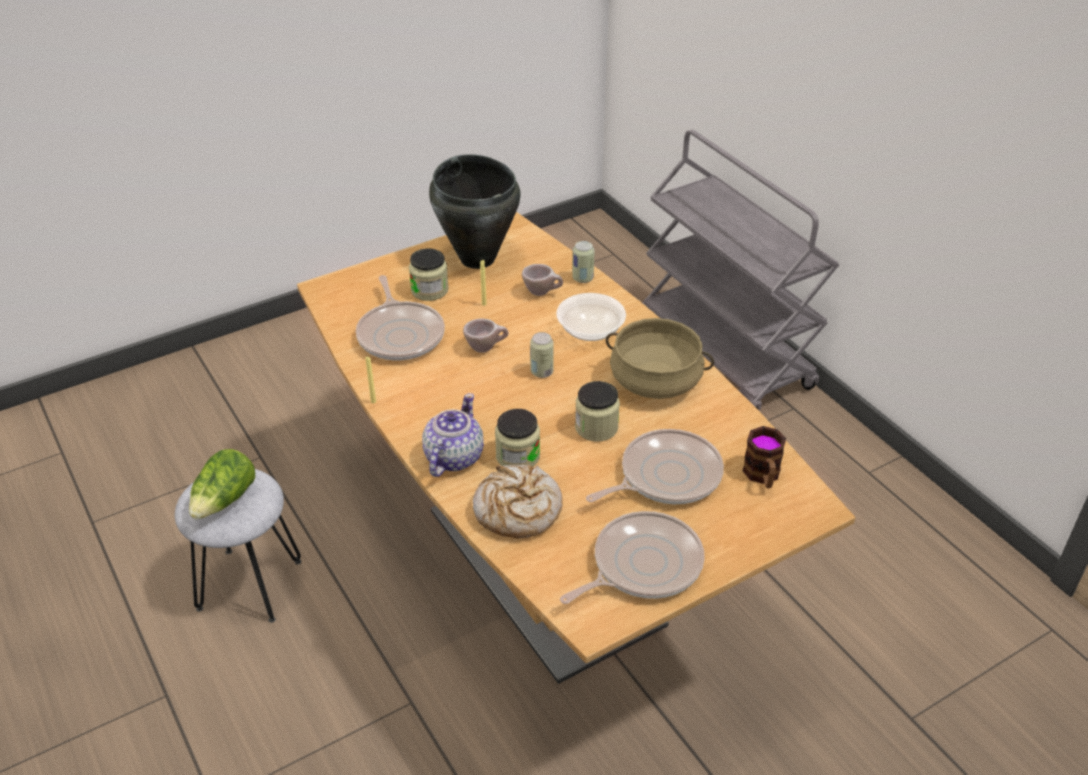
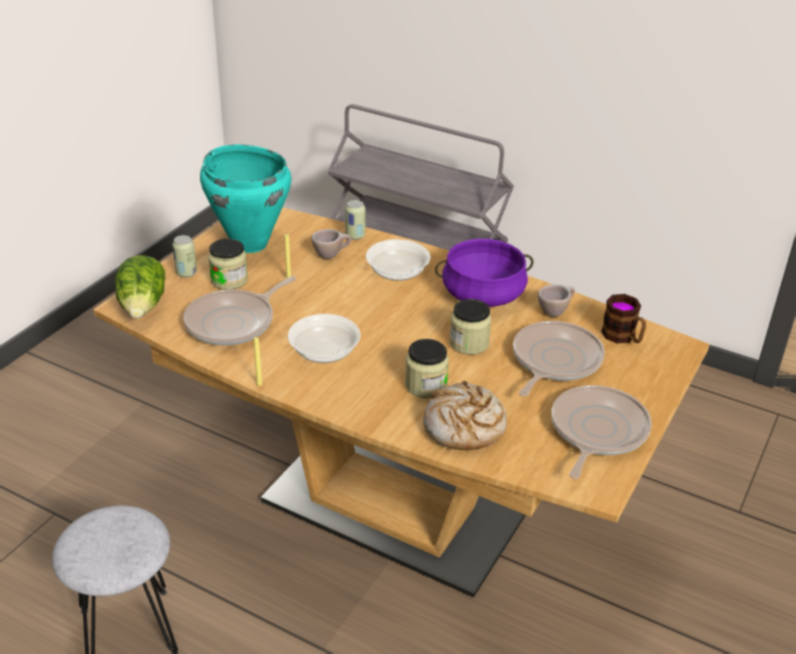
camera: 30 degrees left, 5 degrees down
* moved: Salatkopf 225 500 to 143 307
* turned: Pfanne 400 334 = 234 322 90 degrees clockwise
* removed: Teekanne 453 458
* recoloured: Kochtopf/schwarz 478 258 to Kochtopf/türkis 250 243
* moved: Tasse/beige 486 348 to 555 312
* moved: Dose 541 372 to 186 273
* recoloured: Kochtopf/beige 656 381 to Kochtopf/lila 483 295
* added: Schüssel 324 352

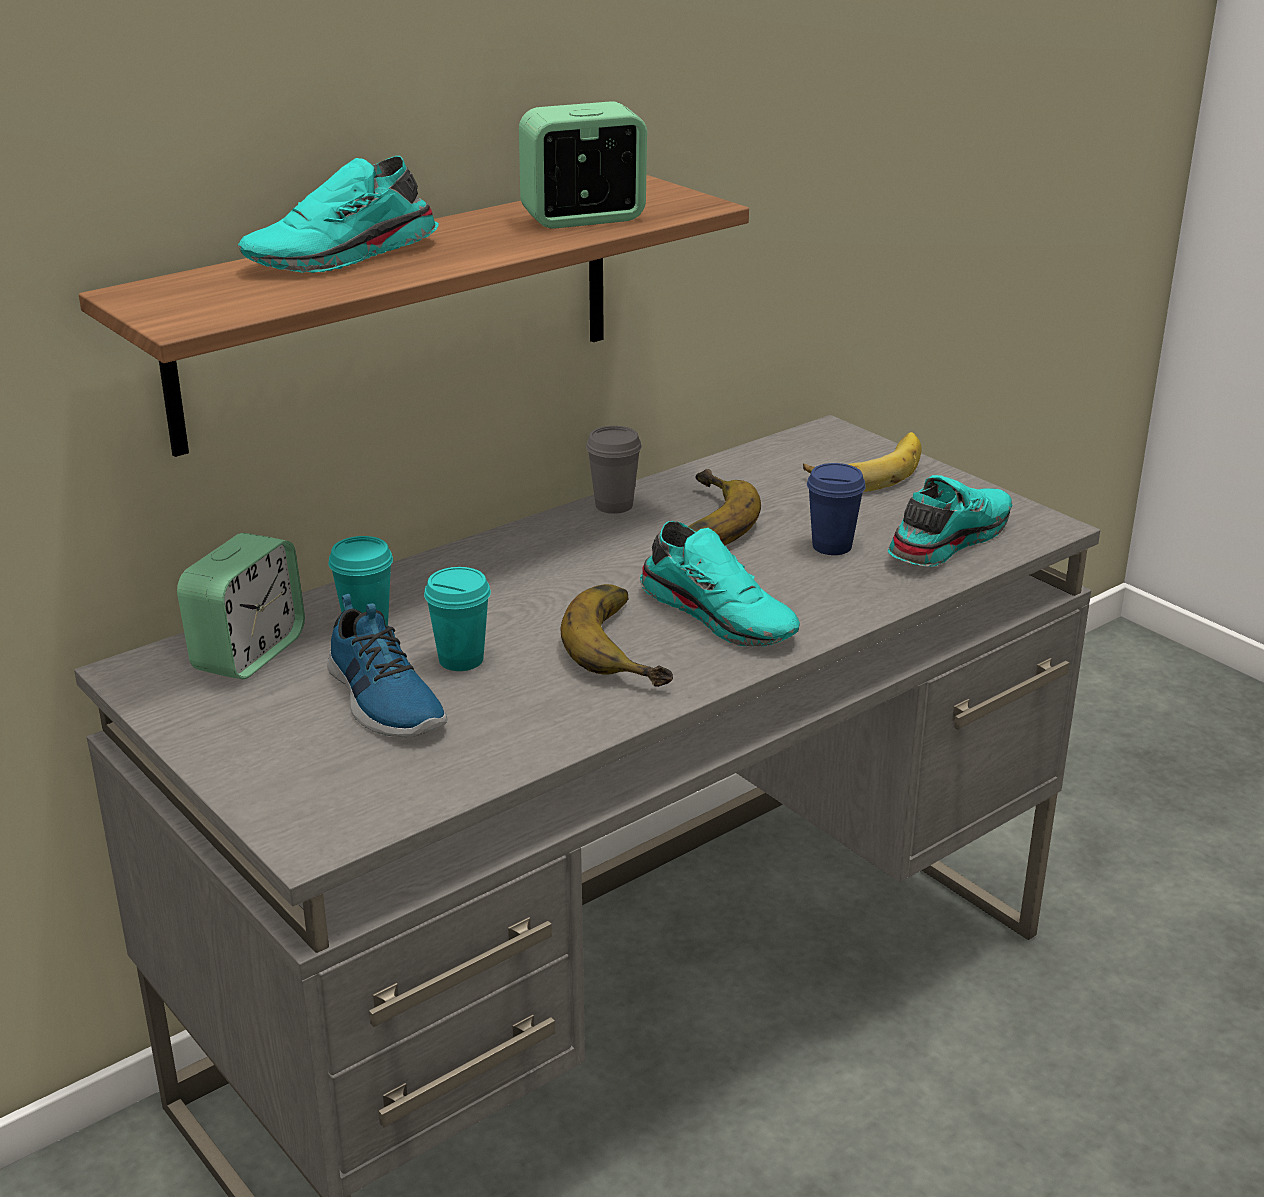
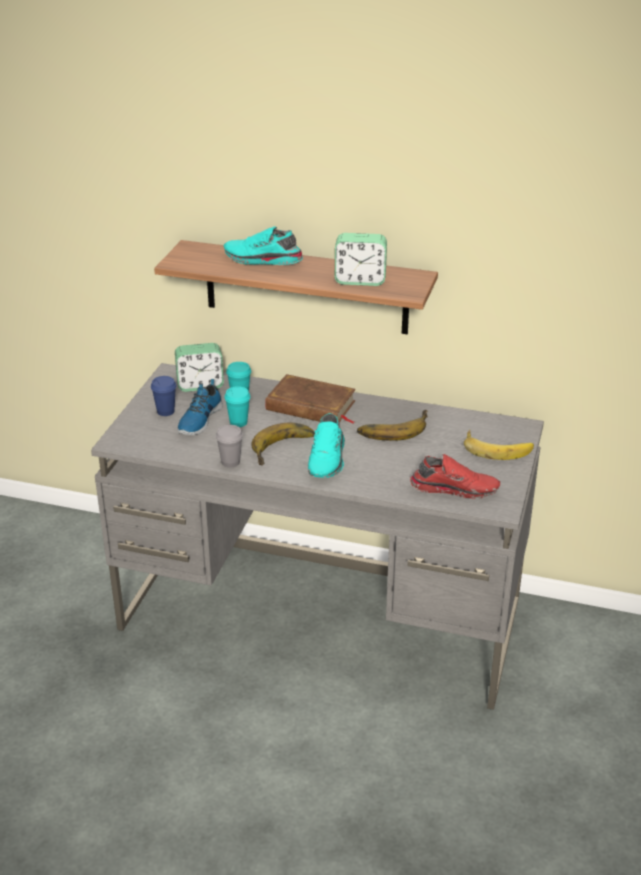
camera: 55 degrees right, 5 degrees up
* turned: Wecker 584 219 = 360 280 150 degrees clockwise
* moved: Tasse/grau 614 505 to 230 462
* moved: Tasse/blau 832 546 to 165 411
* recoloured: Schuh/türkis 946 540 to Schuh/rot 454 488
* added: Buch/braun 311 406

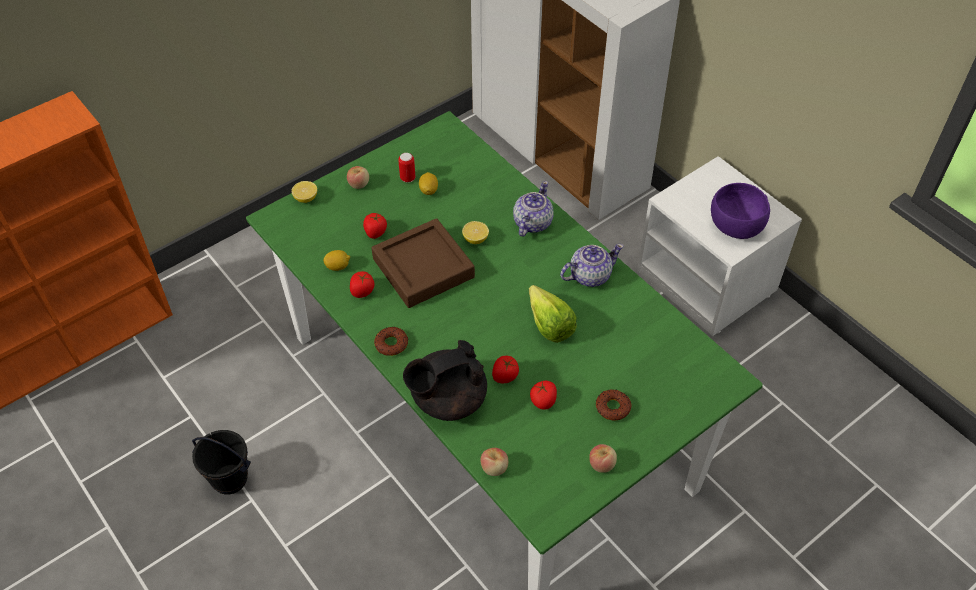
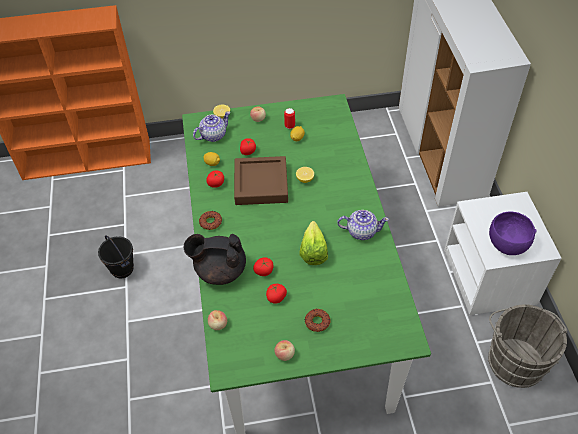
camera: 30 degrees right, 0 degrees up
* moved: Teekanne 532 223 to 213 135
* added: Eimer/grau 515 359

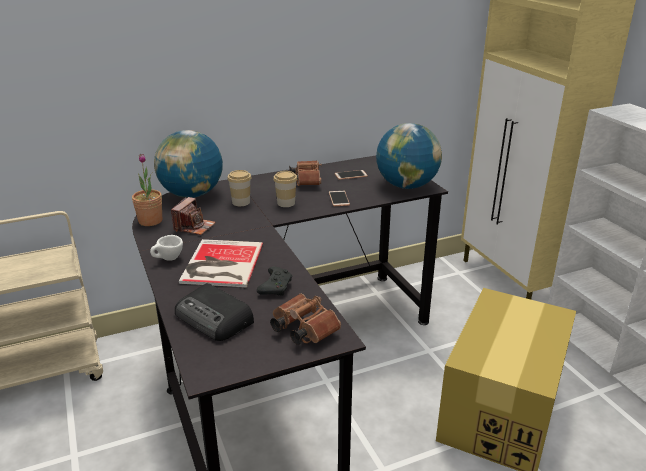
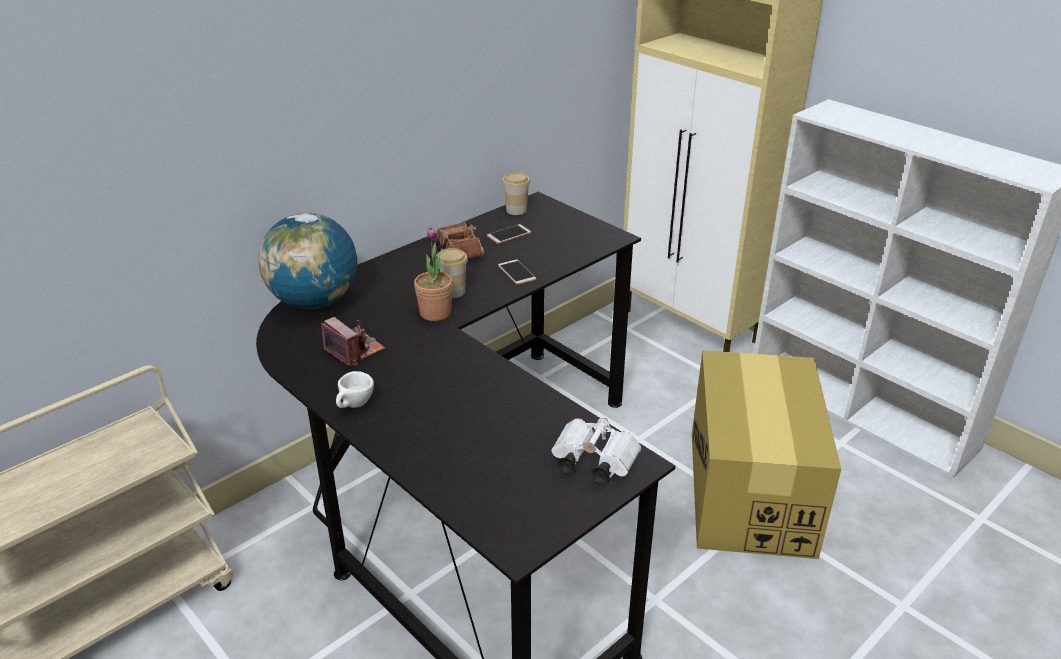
camera: 20 degrees left, 5 degrees up
* moved: Topfpflanze 150 221 to 435 313
* turned: Kamera 194 227 = 355 350 45 degrees counterclockwise
* removed: Radio 215 318
* removed: Buch 220 264
* moved: Tasse 241 202 to 516 210
* removed: Gamepad/schwarz 275 287
* recoloured: Fernglas/braun 302 329 to Fernglas/weiß 591 462
* removed: Globus 406 186

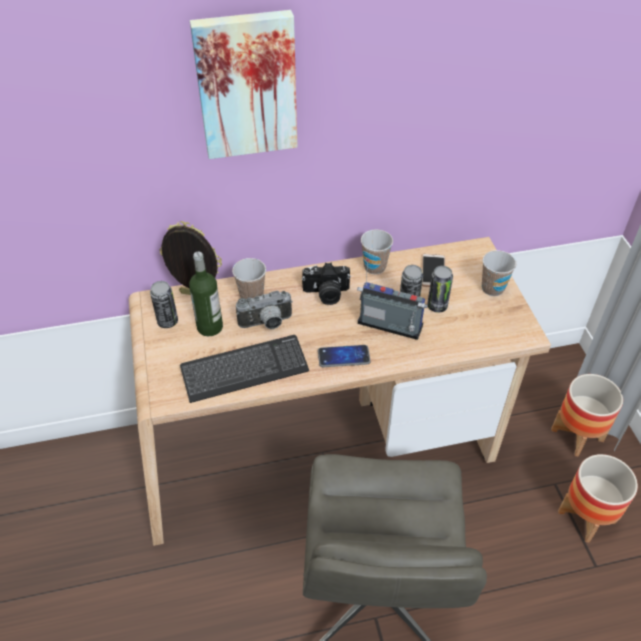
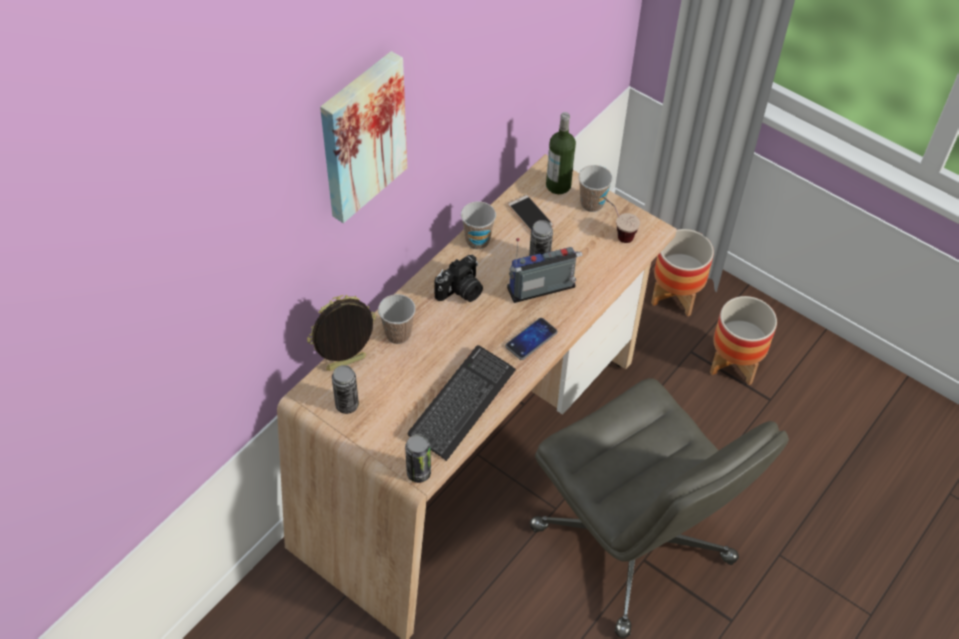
camera: 40 degrees left, 5 degrees up
* moved: Flasche 210 327 to 558 185
* removed: Kamera 266 324
* moved: Dose 437 306 to 418 473
* added: Tasse 617 233

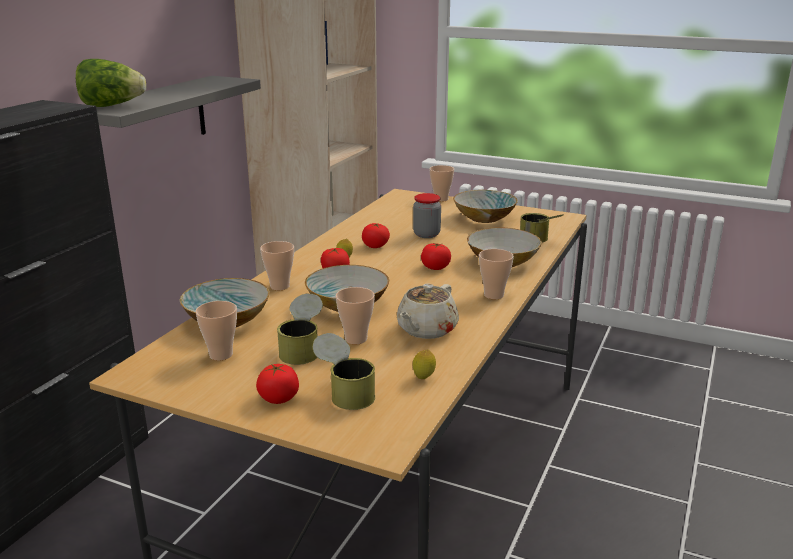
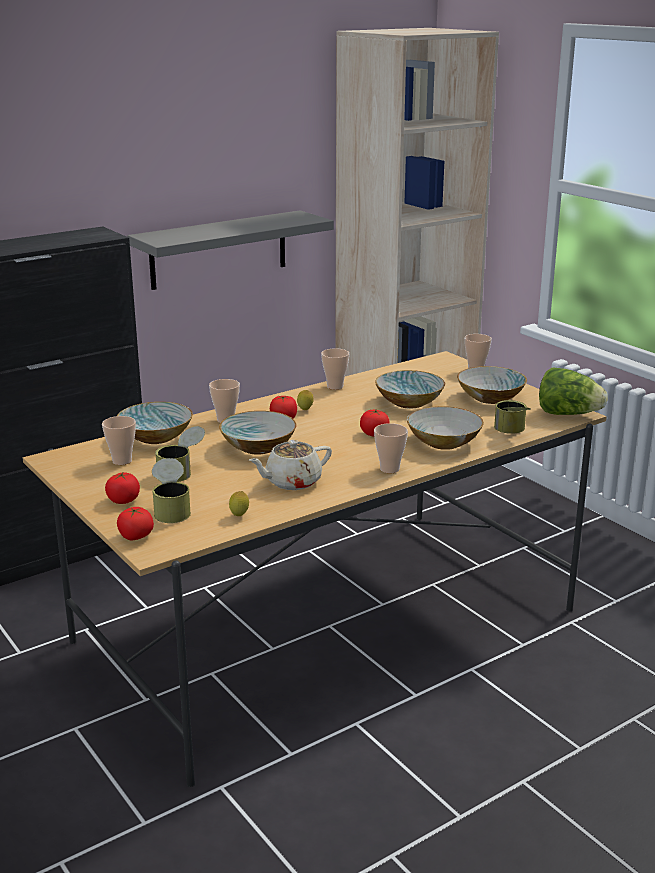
camera: 30 degrees right, 0 degrees up
* moved: Salatkopf 112 106 to 568 414
* moved: Tasse 356 339 to 335 387
* moved: Tomate 375 246 to 136 536
* replaced: Vorratsglas 426 234 to Schüssel 410 402

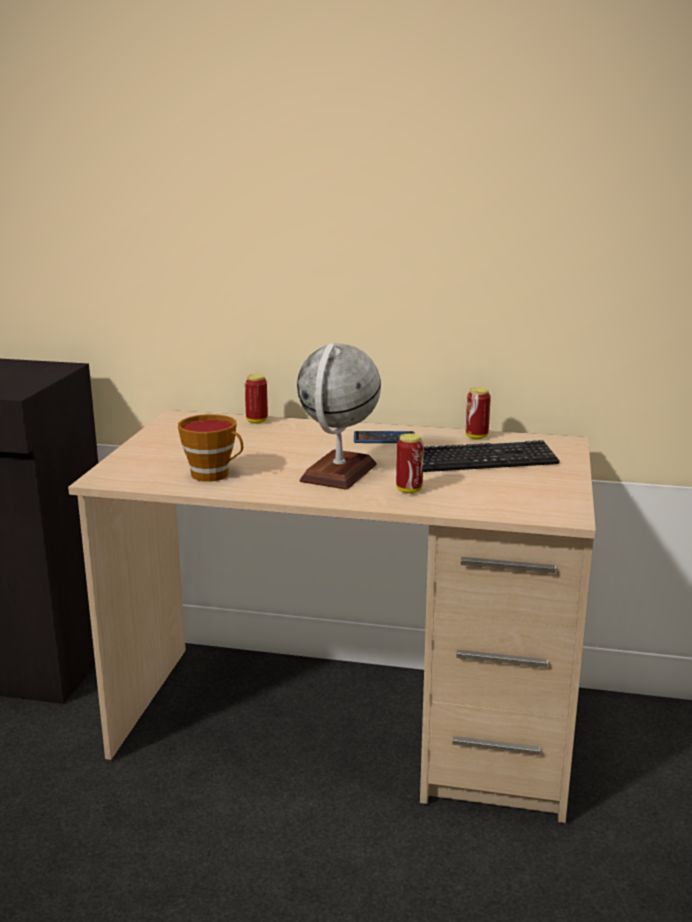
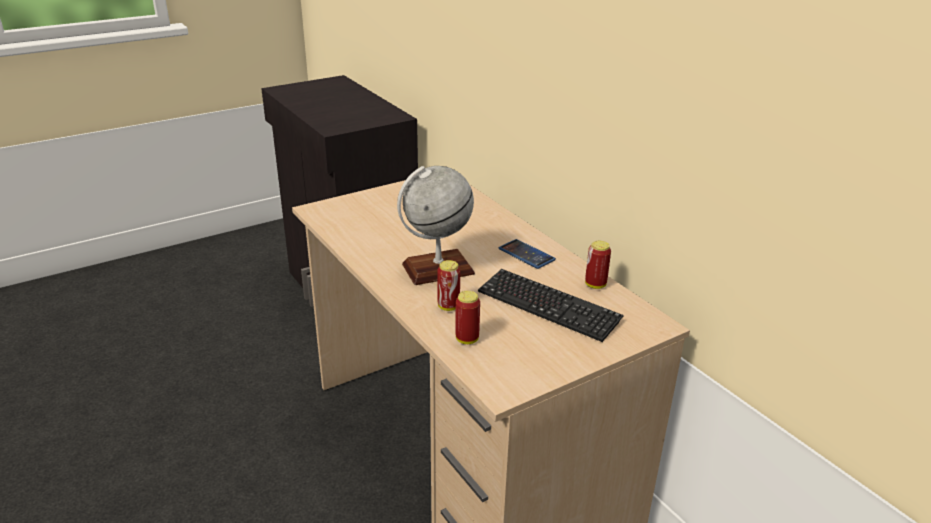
camera: 45 degrees right, 10 degrees up
* removed: Tasse 214 475
* moved: Dose 257 421 to 467 339

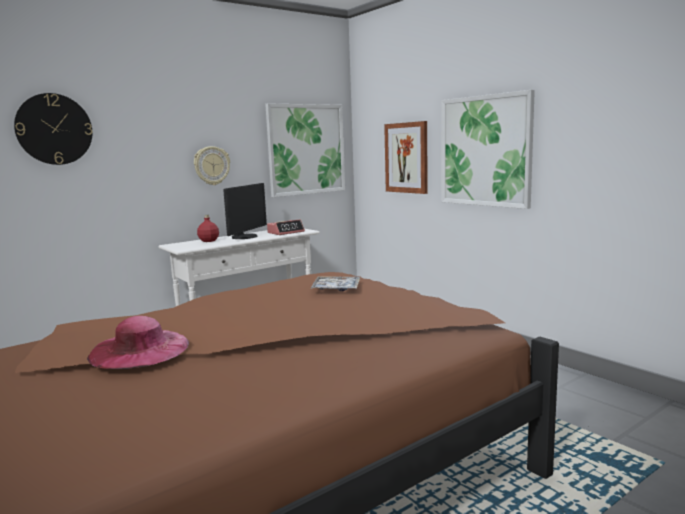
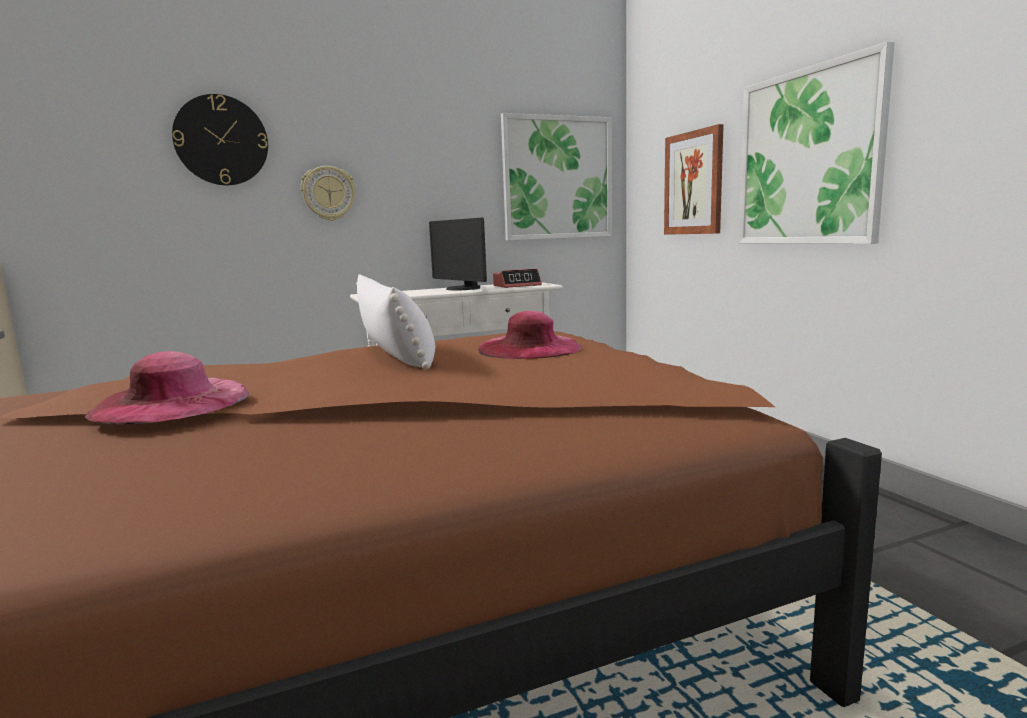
camera: 15 degrees right, 0 degrees up
* moved: Wanduhr 211 165 to 328 193
* removed: Flasche/rot 209 241
* turned: Monitor 245 237 = 461 289 105 degrees clockwise
* replaced: Tablett 336 289 to Hut/rosa 529 348
* added: Kissen/weiß 396 355

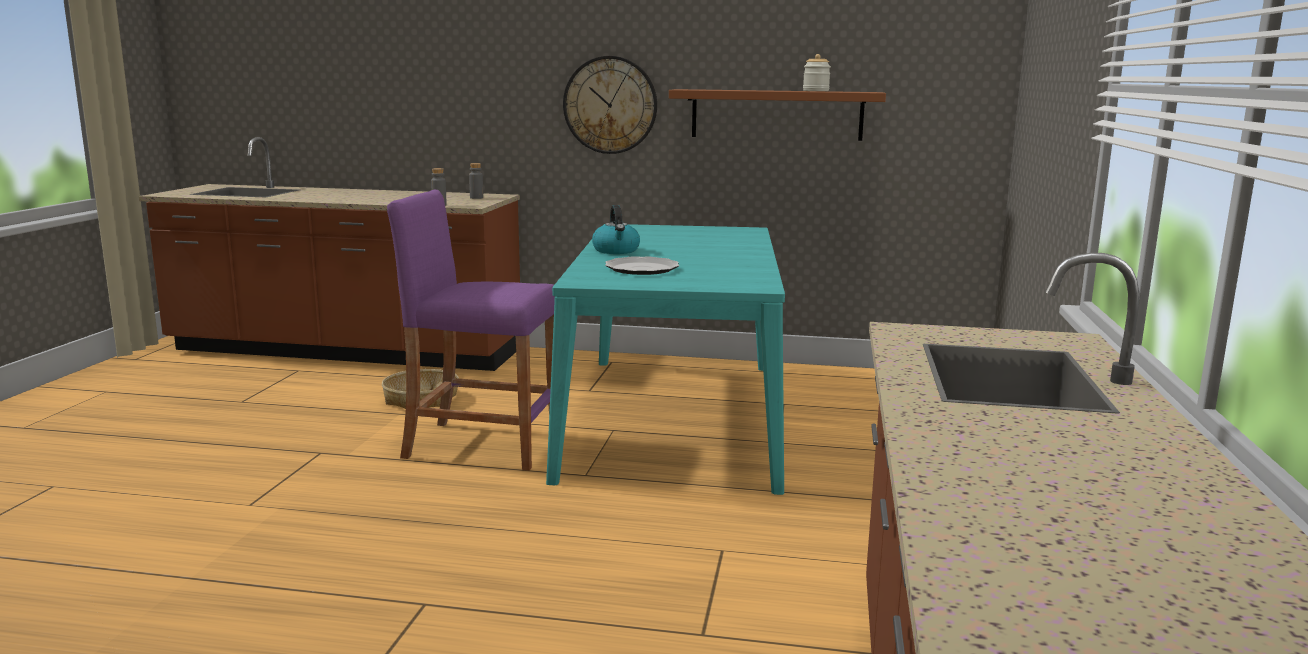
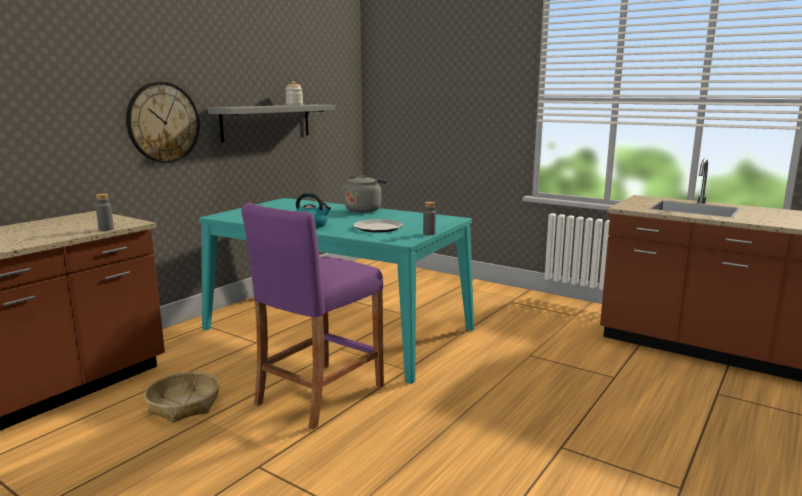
camera: 65 degrees left, 0 degrees up
* moved: Flasche/grau 476 198 to 429 233
* recoloured: Wandregal/braun 776 114 to Wandregal/grau 266 122
* added: Wasserkessel/grau 364 210

